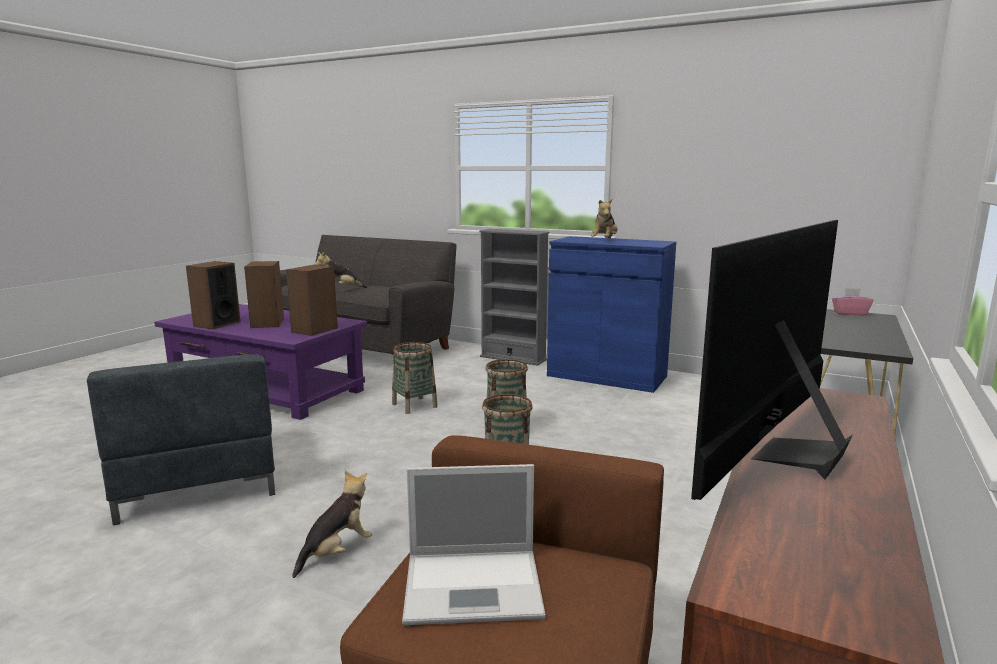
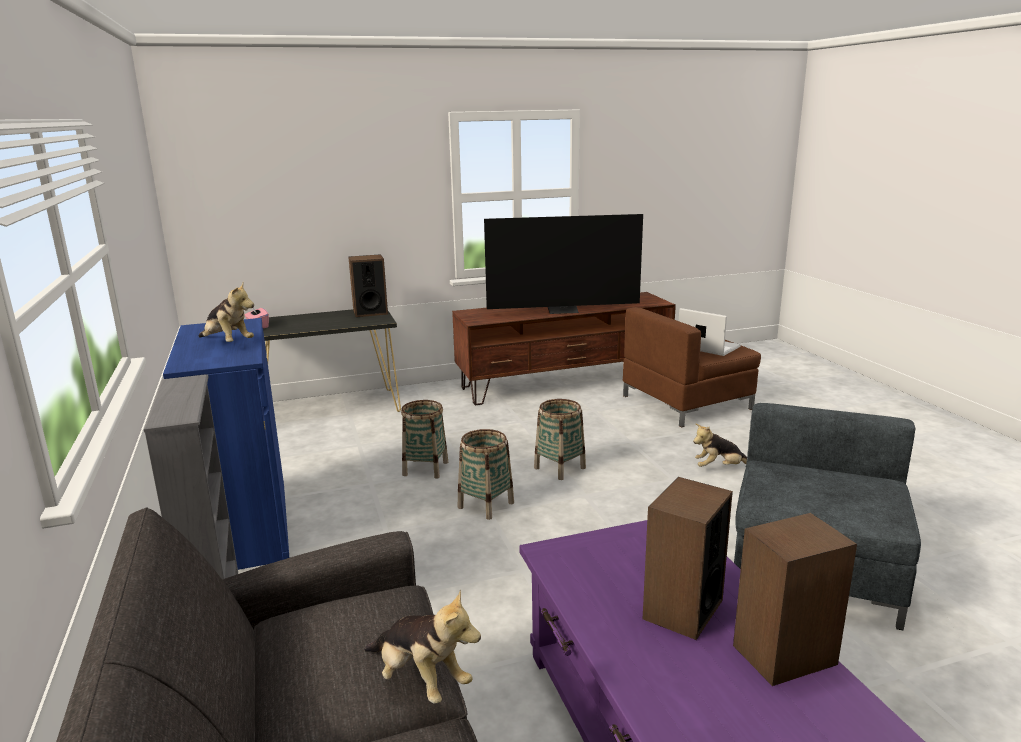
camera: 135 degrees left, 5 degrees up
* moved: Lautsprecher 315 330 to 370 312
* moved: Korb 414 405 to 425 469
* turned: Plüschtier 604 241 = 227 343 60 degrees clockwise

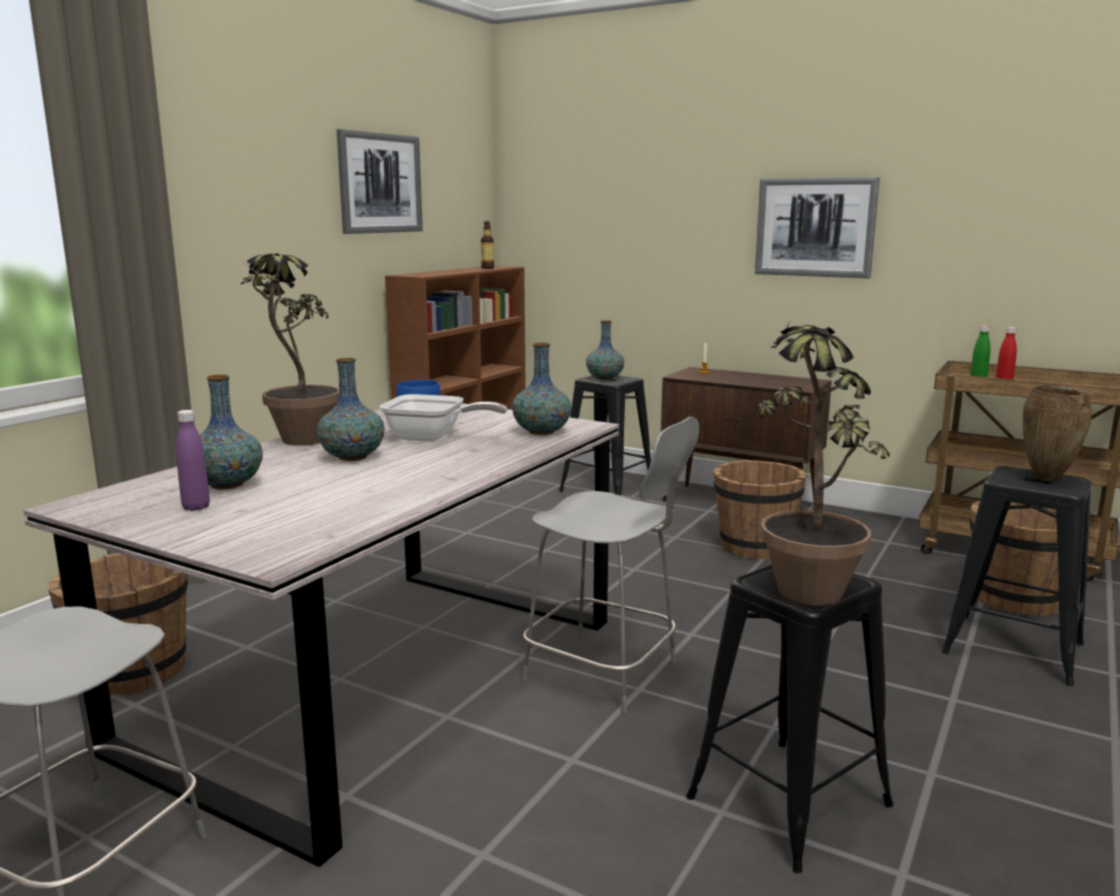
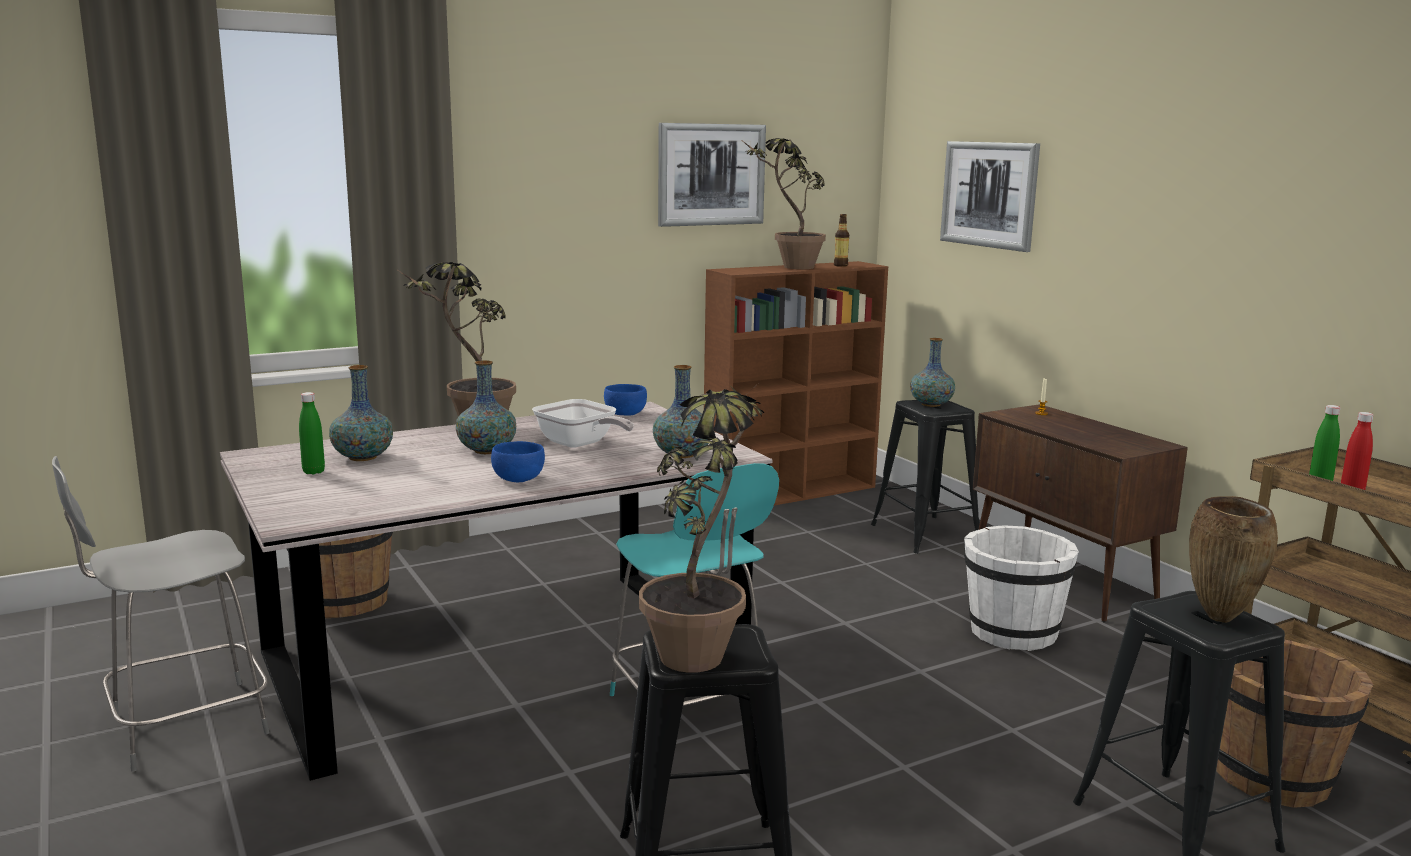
camera: 30 degrees right, 0 degrees up
* recoloured: Flasche/lila 196 507 to Flasche/grün 313 472
* recoloured: Stuhl/grau 605 672 to Stuhl/türkis 689 710
* recoloured: Eimer/braun 754 547 to Eimer/weiß 1011 632
* moved: Bild 815 227 to 989 194
* added: Schüssel/blau 518 478
* added: Topfpflanze 788 268

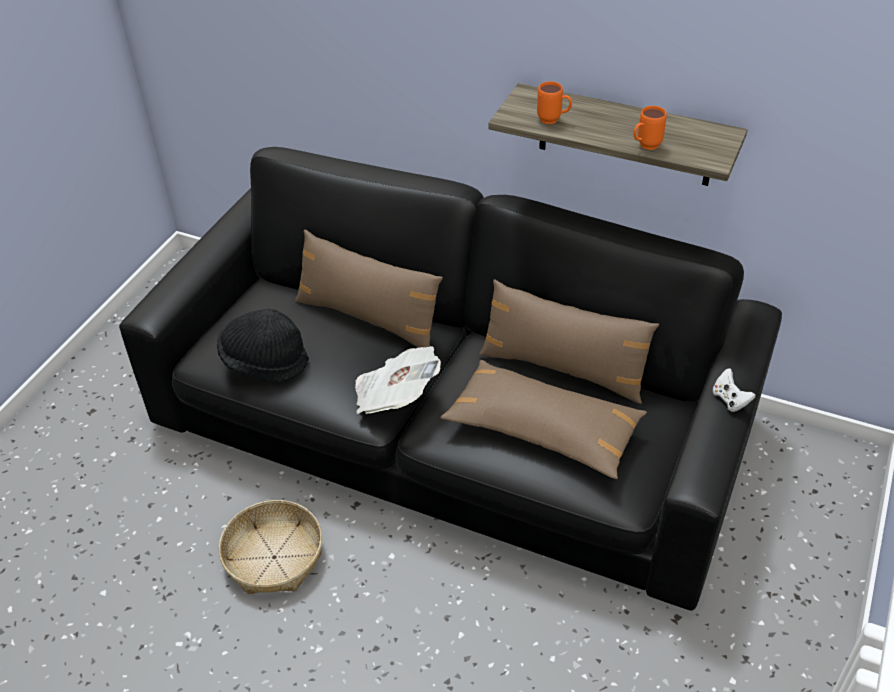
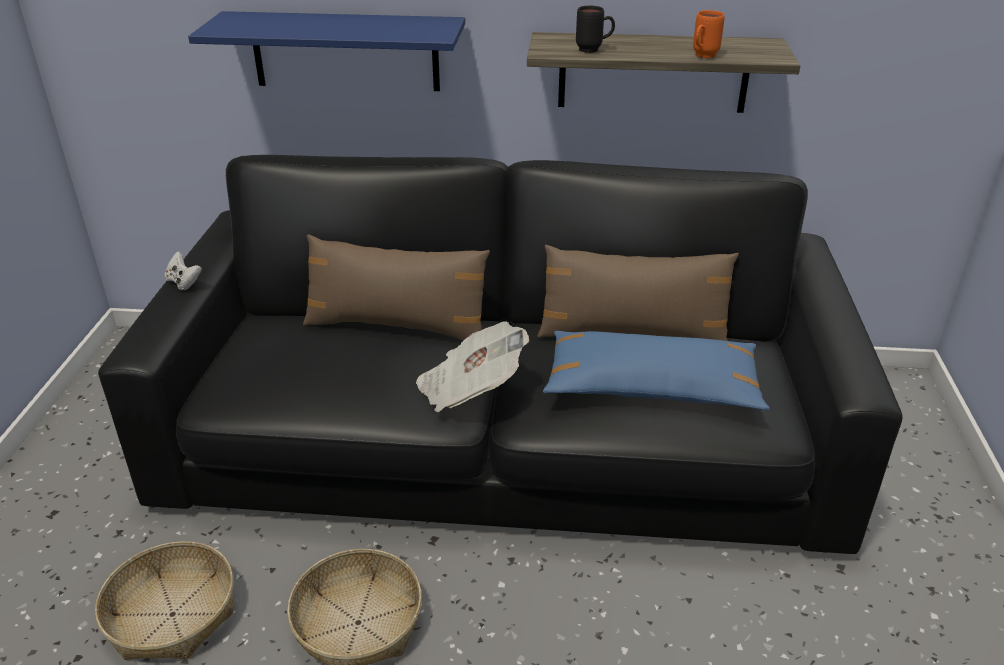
camera: 20 degrees left, 10 degrees down
* removed: Hut/schwarz 264 362
* recoloured: Kissen/braun 543 429 to Kissen/blau 651 387
* recoloured: Henkelbecher/orange 553 121 to Henkelbecher/schwarz 594 50
* moved: Gamepad/weiß 730 400 to 184 283
* added: Korb 173 614
* added: Wandregal/blau 345 51

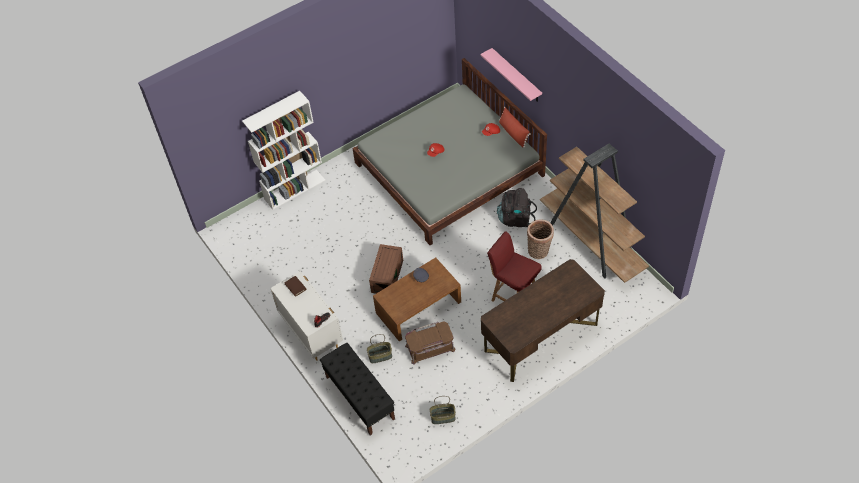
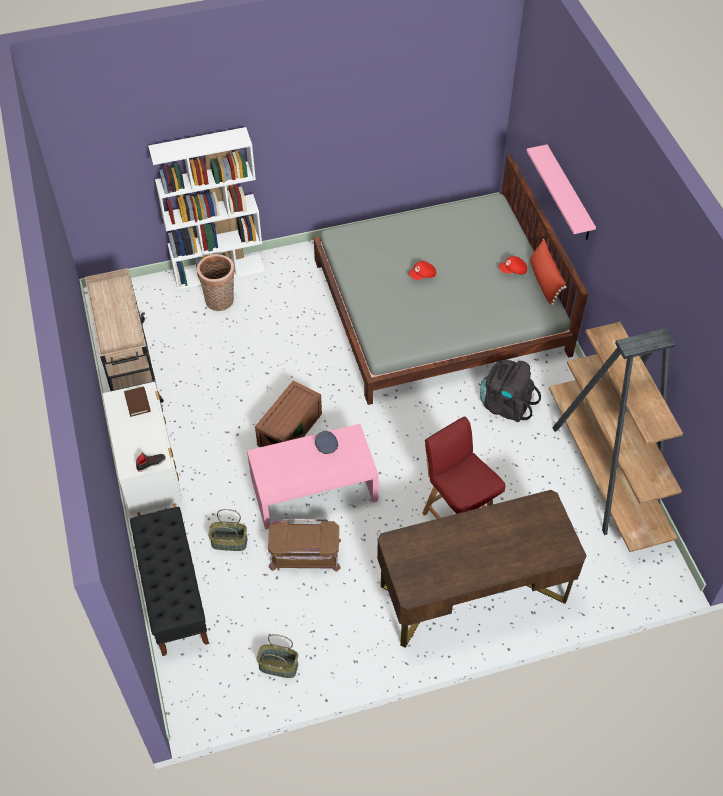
camera: 15 degrees right, 0 degrees up
* recoloured: Couchtisch/braun 418 308 to Couchtisch/rosa 314 489
* moved: Korb 539 251 to 220 302
* added: Rollwagen/beige 129 366

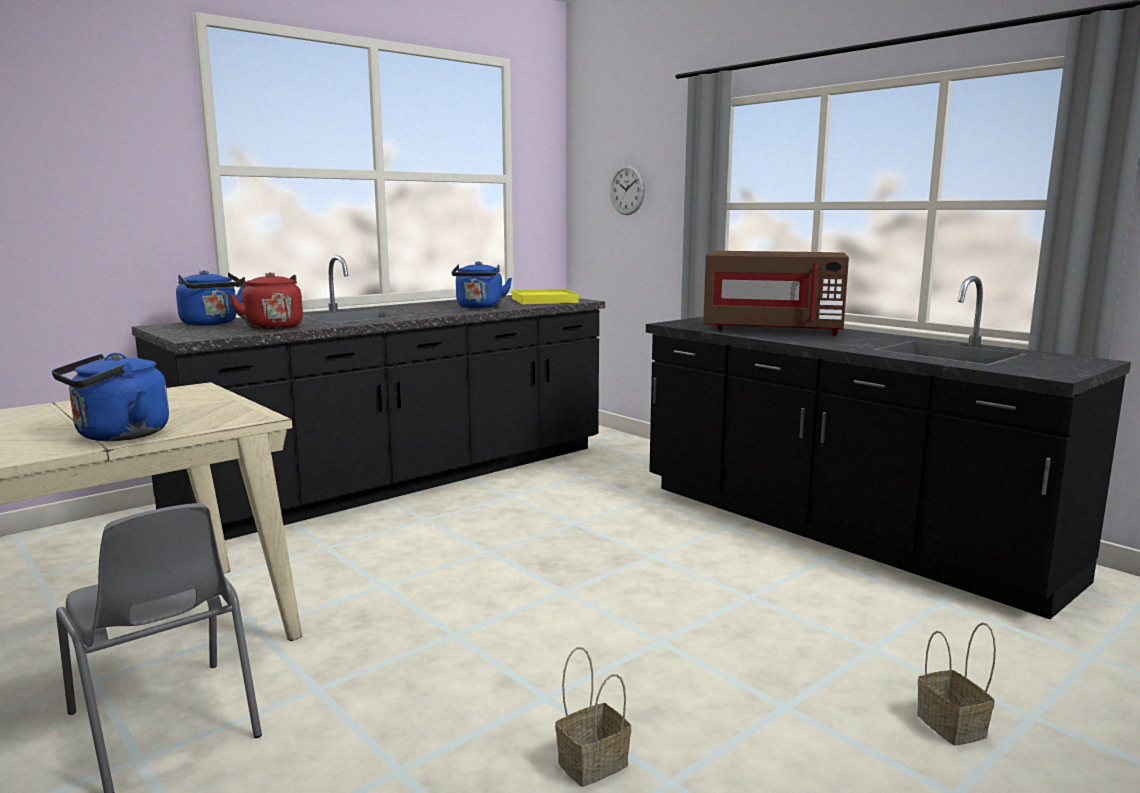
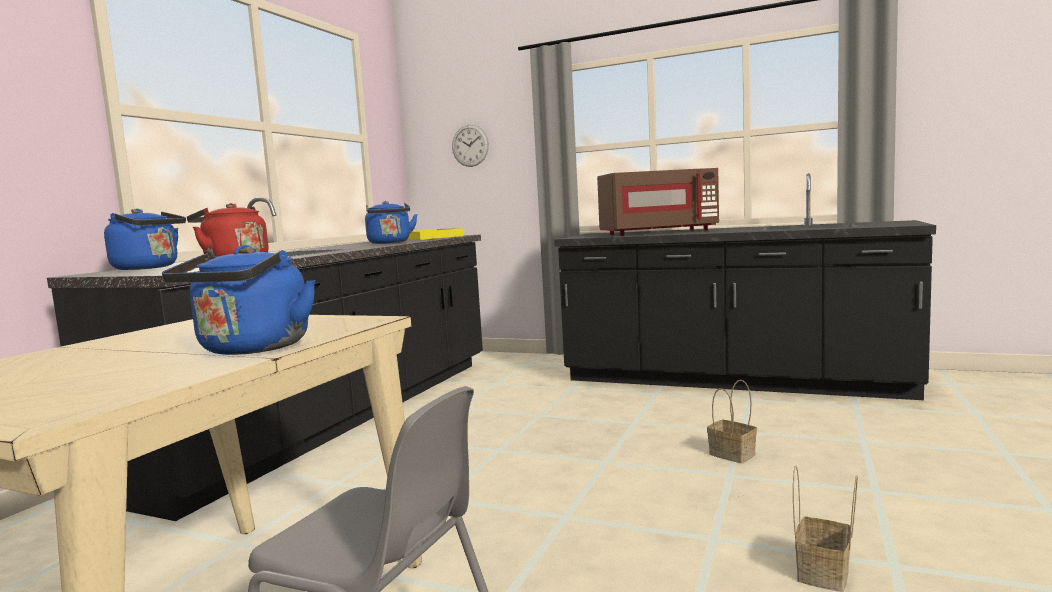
camera: 25 degrees left, 5 degrees down
* moved: Korb 953 726 to 733 454

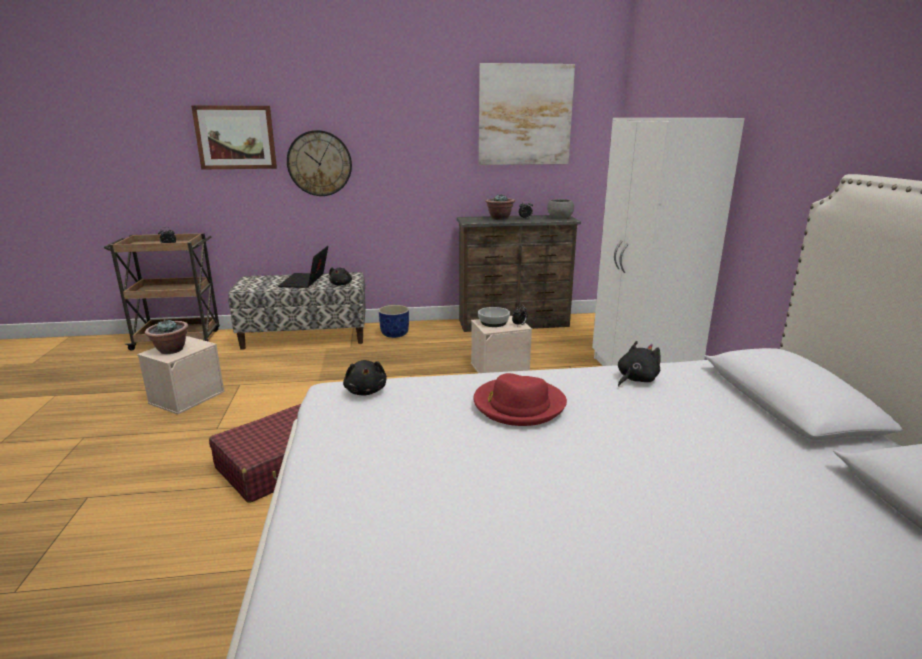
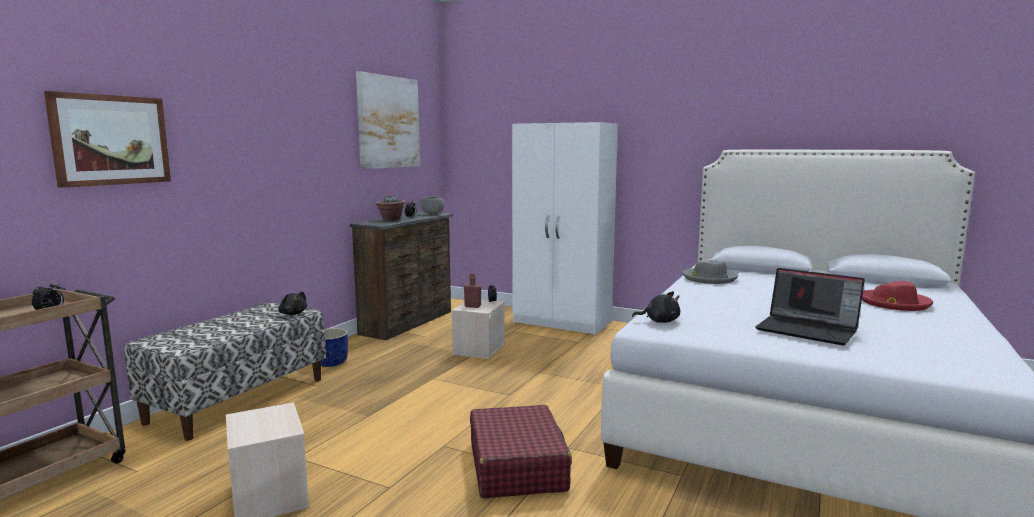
camera: 55 degrees left, 10 degrees down
* removed: Topfpflanze 171 350
* moved: Laptop 305 281 to 808 330
* removed: Wanduhr 319 163
* moved: Hut/rot 518 405 to 894 303
* replaced: Schüssel 494 323 to Flasche/rot 472 306
* replaced: Plüschtier/schwarz 635 379 to Hut/grau 709 278

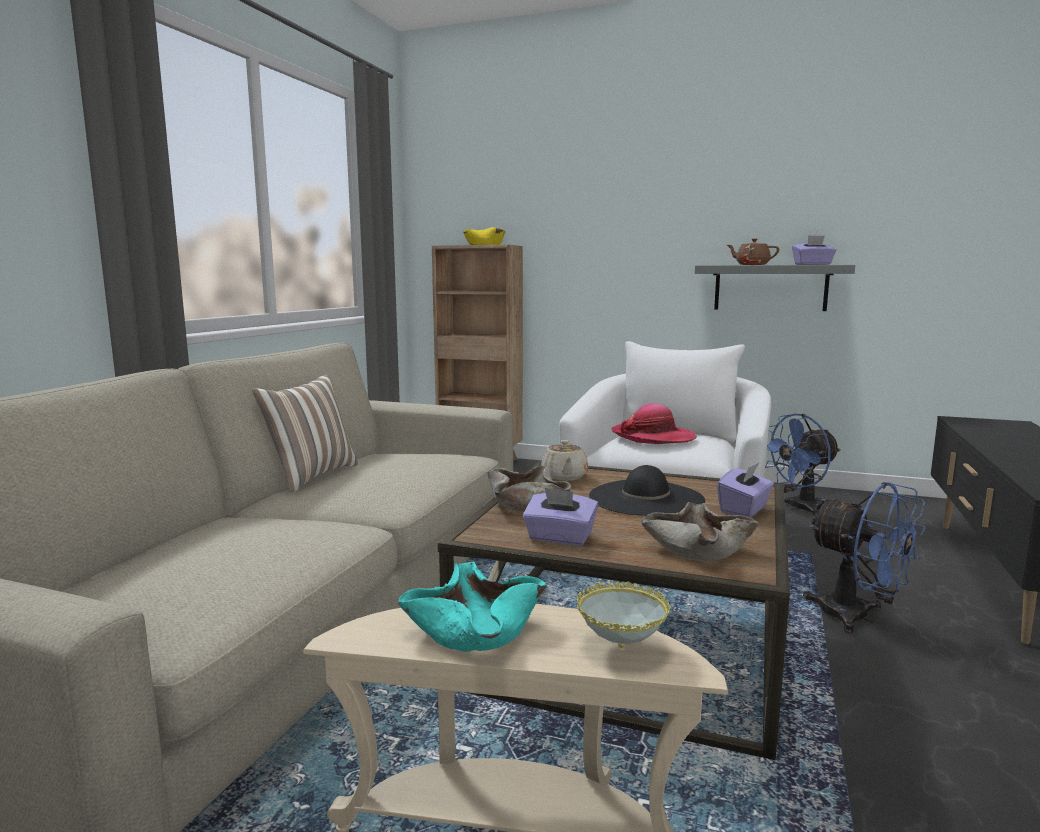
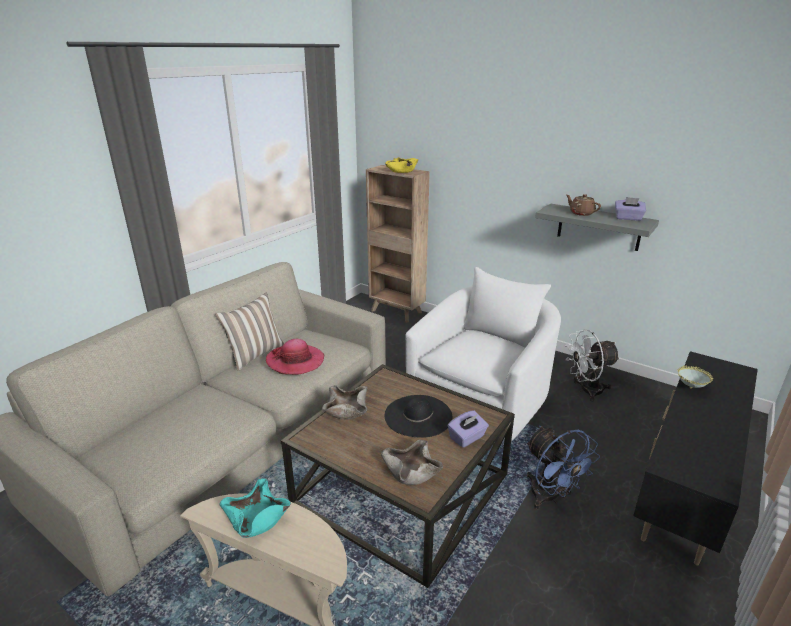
camera: 15 degrees right, 15 degrees up
* removed: Taschentuchbox/lila 560 538
* removed: Teekanne/beige 564 477
* moved: Schüssel 621 648 to 690 388
* moved: Hut 653 437 to 295 361
* recoloured: Ventilator/blau 799 508 to Ventilator/weiß 585 391

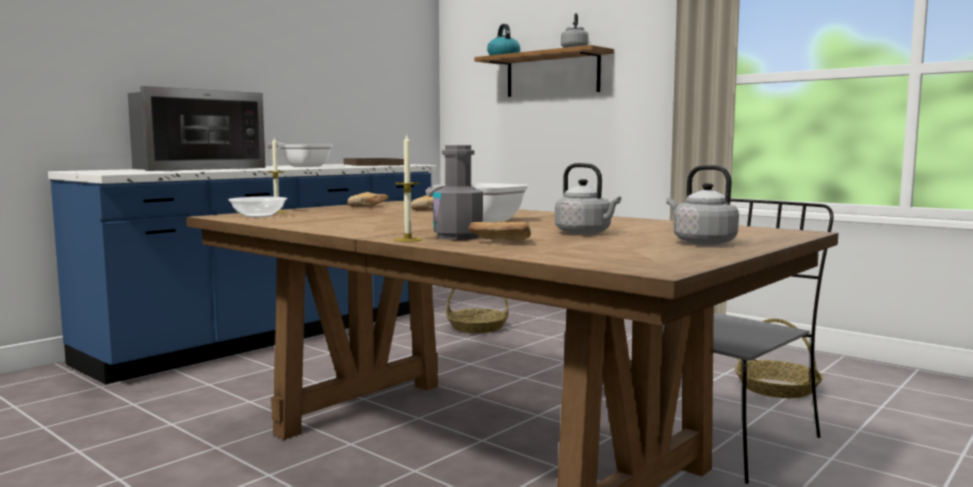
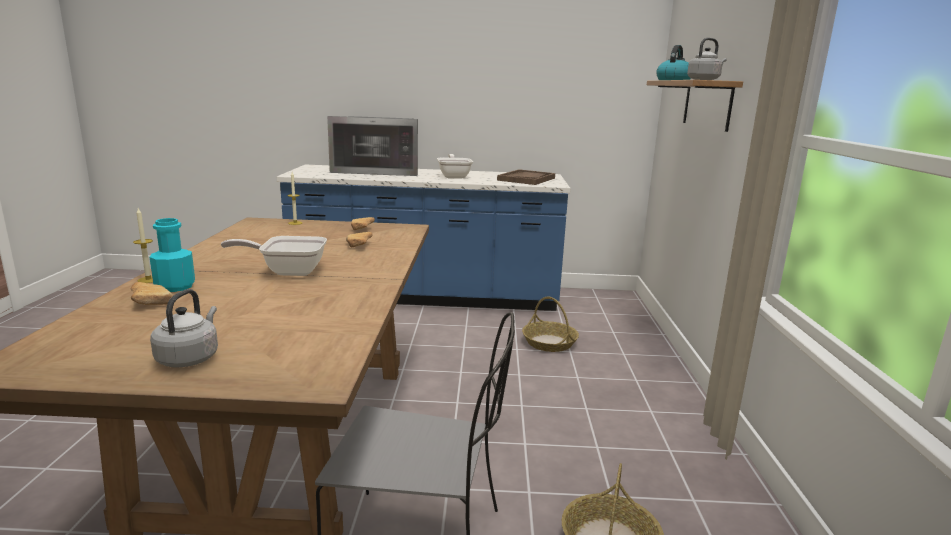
camera: 50 degrees right, 10 degrees up
* removed: Schüssel 259 216
* recoloured: Flasche/grau 458 237 to Flasche/türkis 175 286
* removed: Wasserkessel/grau 585 233

